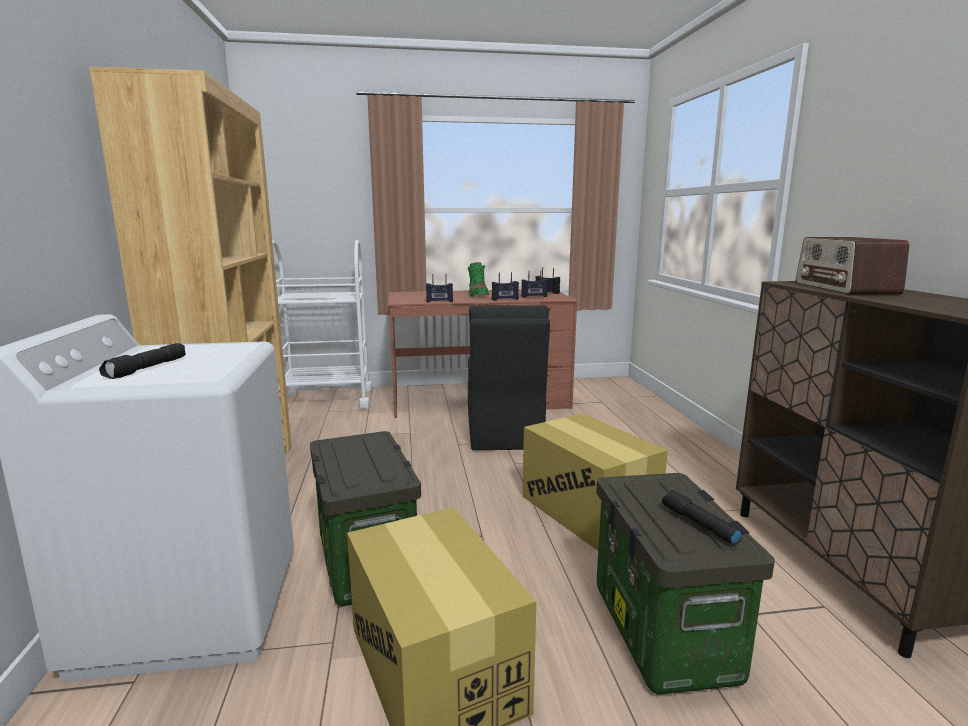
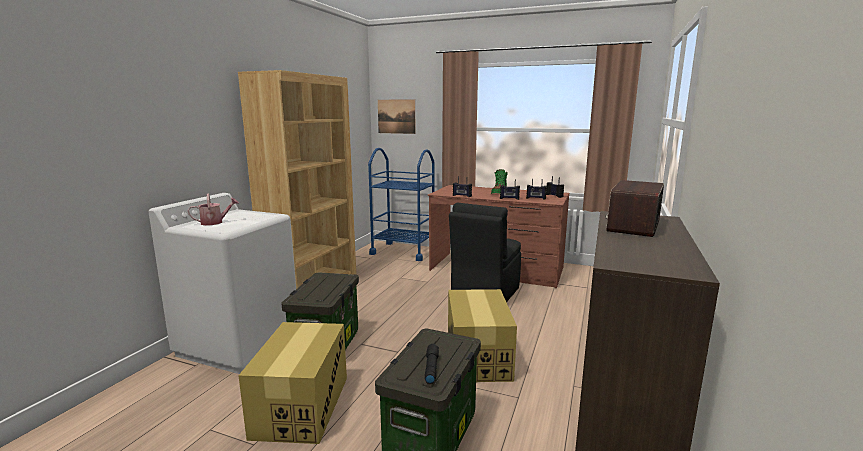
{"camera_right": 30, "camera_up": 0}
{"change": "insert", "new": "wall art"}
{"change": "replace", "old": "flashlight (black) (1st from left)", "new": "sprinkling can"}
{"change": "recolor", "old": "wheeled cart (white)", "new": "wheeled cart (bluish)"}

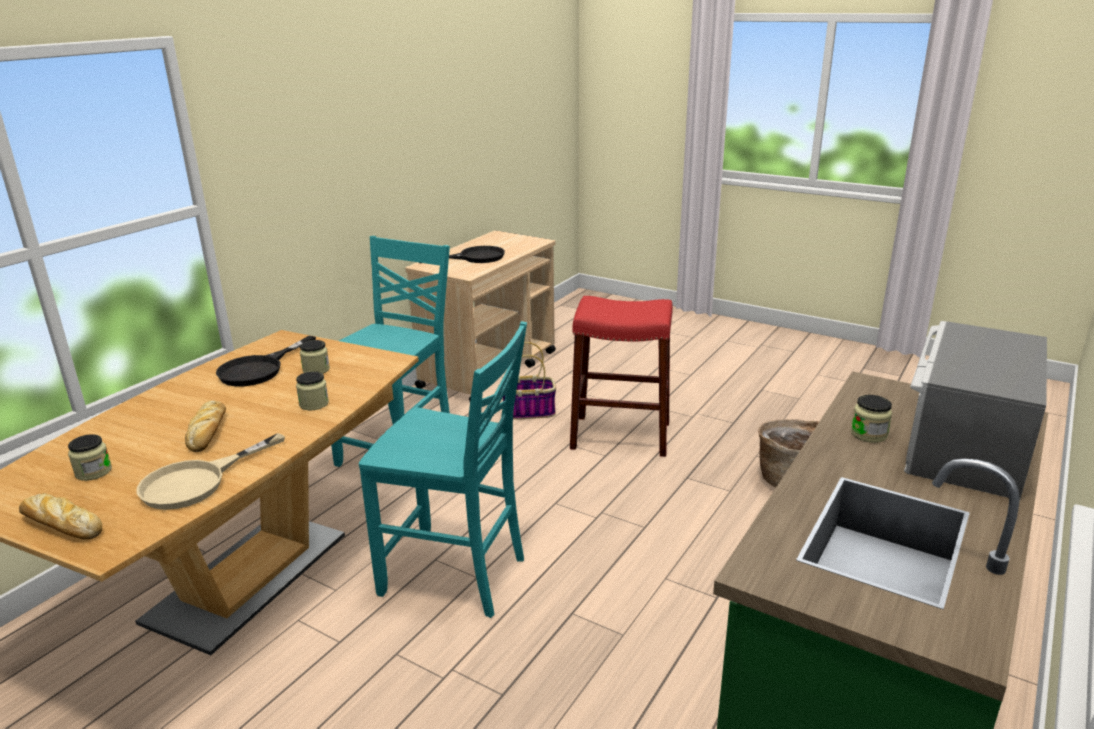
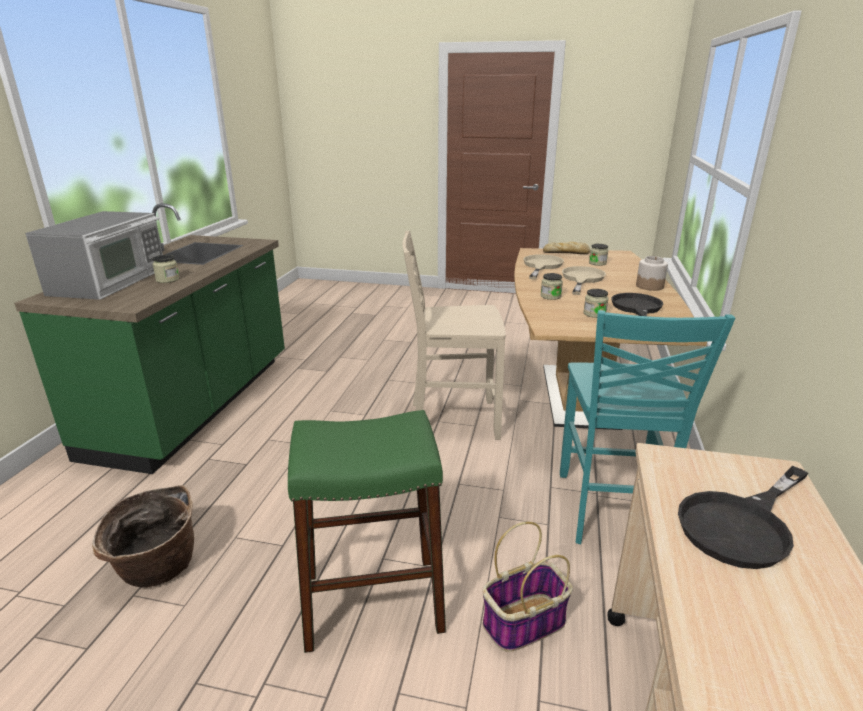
{"camera_right": 160, "camera_up": 0}
{"change": "insert", "new": "jar (5th from left)"}
{"change": "replace", "old": "bread (2nd from left)", "new": "skillet (sand-coloured) (2nd from left)"}
{"change": "recolor", "old": "chair (turquoise-coloured) (2nd from left)", "new": "chair (sand-coloured)"}
{"change": "recolor", "old": "stool seat (red-coloured)", "new": "stool seat (green-coloured)"}

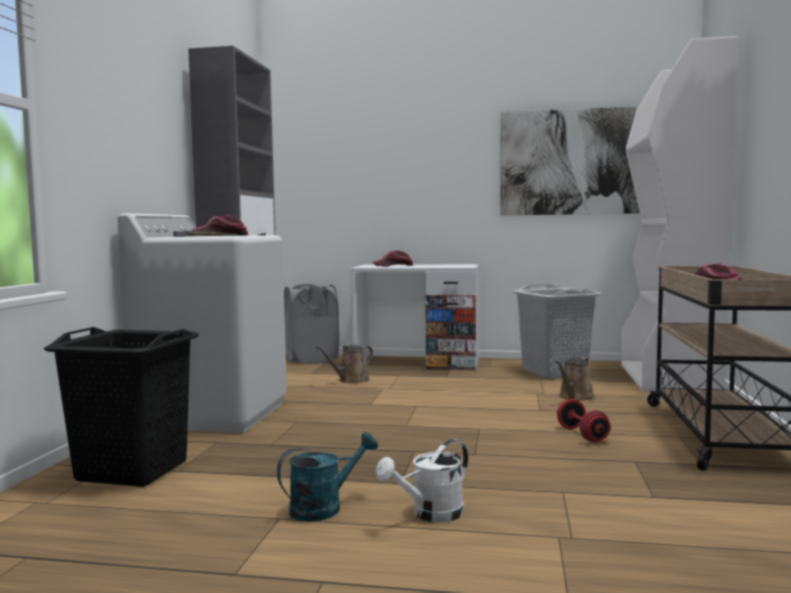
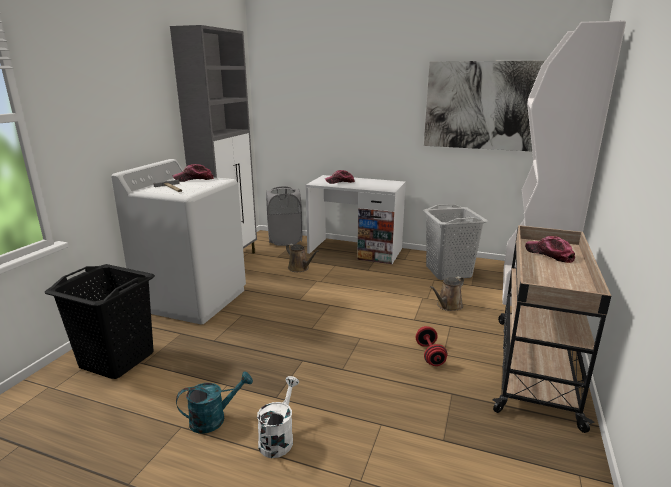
{"camera_right": 10, "camera_up": 15}
{"change": "rotate", "old": "sprinkling can (brown-coloured) (1st from left)", "degrees": -105}
{"change": "rotate", "old": "sprinkling can (white)", "degrees": 135}

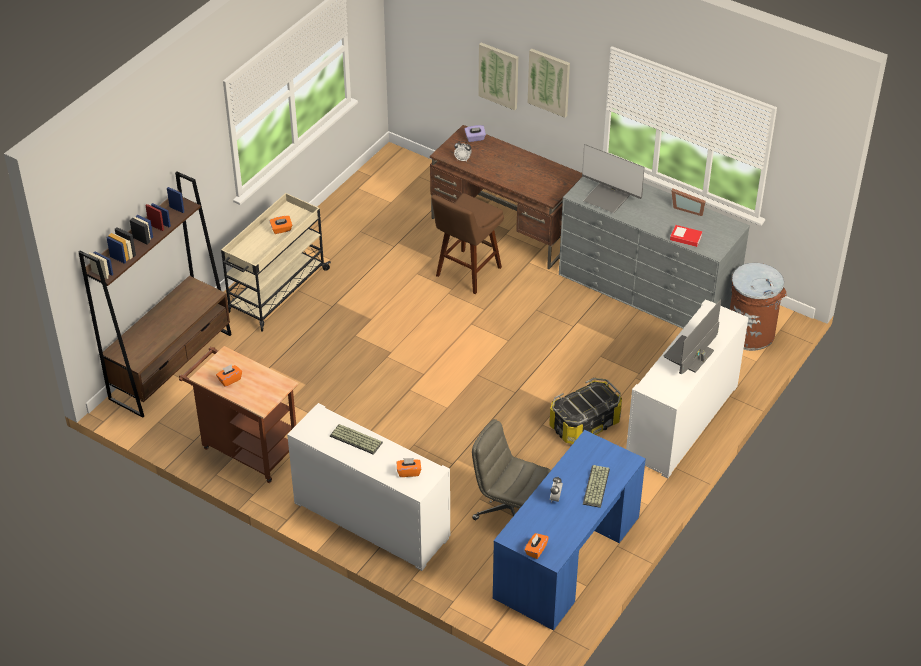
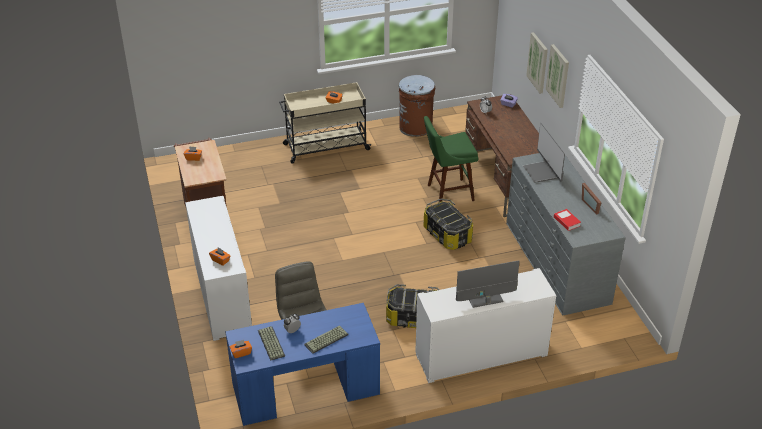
{"camera_right": 40, "camera_up": -5}
{"change": "delete", "old": "bookcase (brown-coloured)"}
{"change": "insert", "new": "storage bin (2nd from left)"}
{"change": "move", "old": "keyboard (1st from left)"}
{"change": "move", "old": "trash can (brown-coloured)"}
{"change": "recolor", "old": "stool seat (brown-coloured)", "new": "stool seat (green-coloured)"}

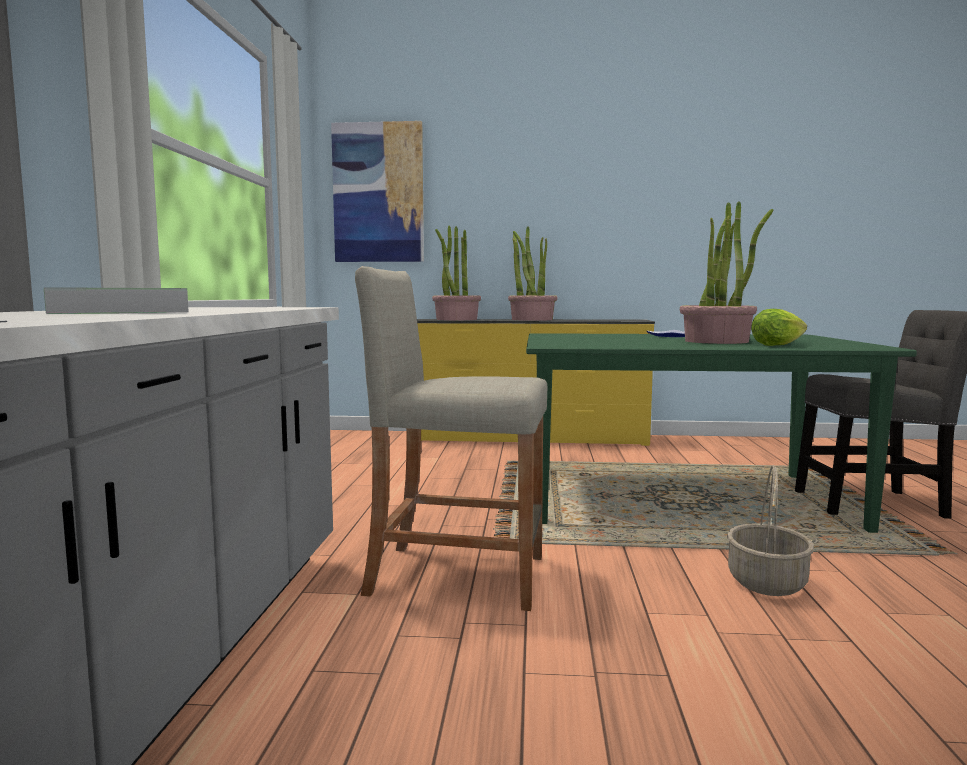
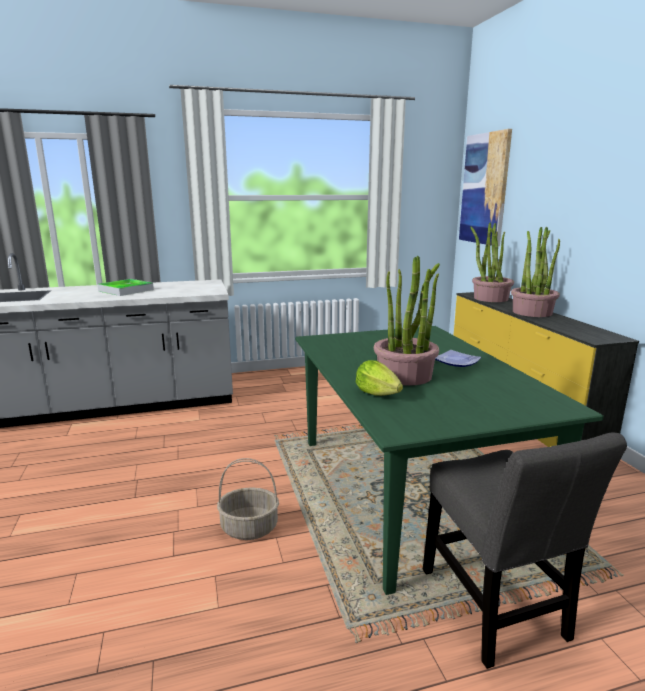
{"camera_right": 70, "camera_up": 10}
{"change": "delete", "old": "stool seat (sand-coloured)"}

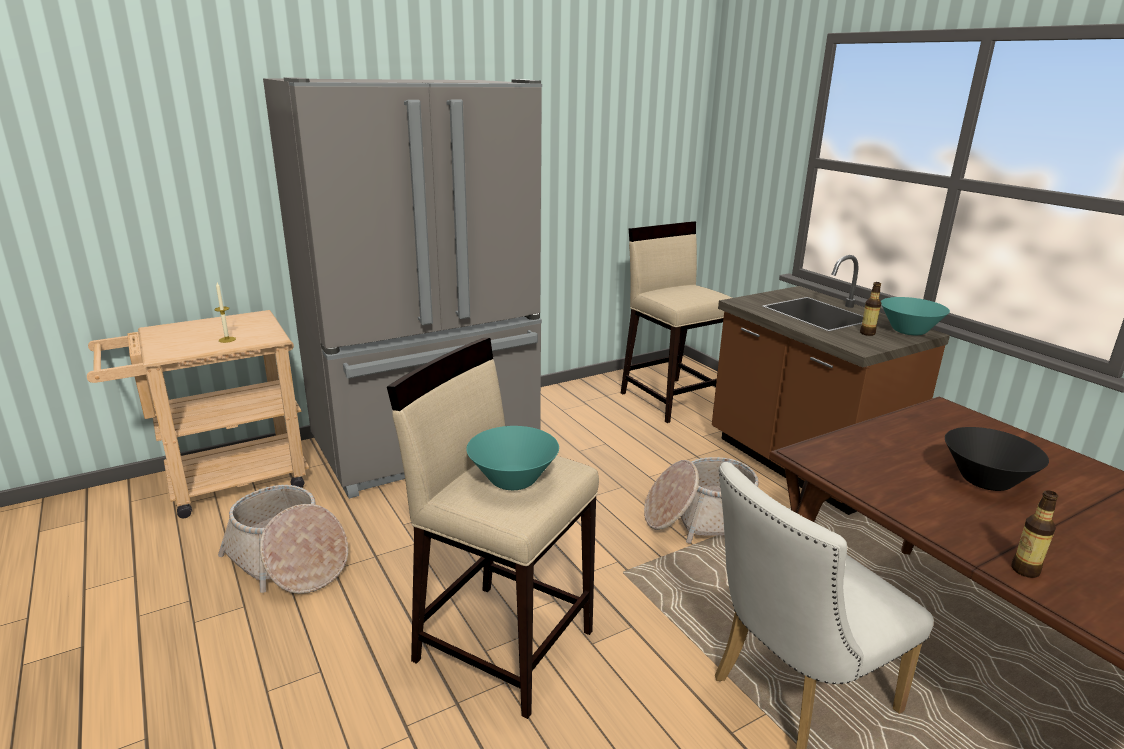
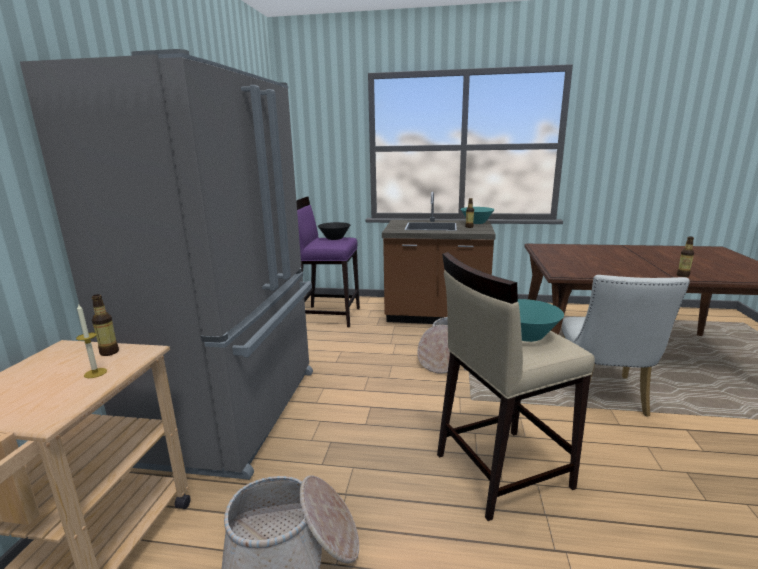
{"camera_right": -50, "camera_up": -5}
{"change": "insert", "new": "bottle (1st from left)"}
{"change": "move", "old": "bowl (black)"}
{"change": "recolor", "old": "stool seat (sand-coloured) (2nd from left)", "new": "stool seat (purplish)"}

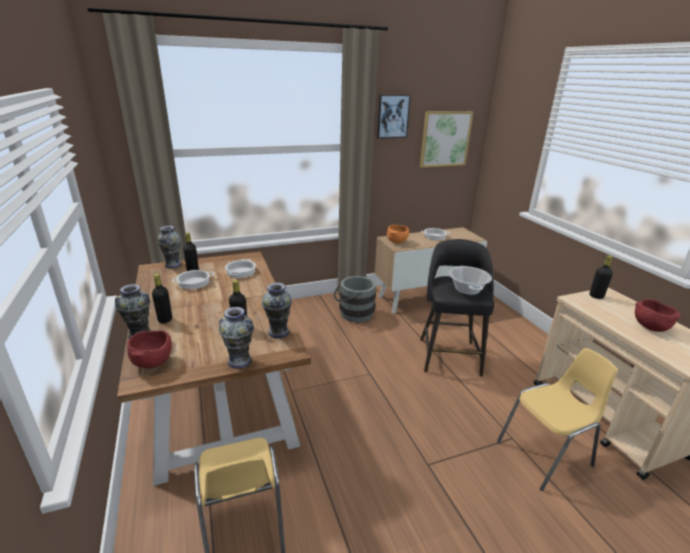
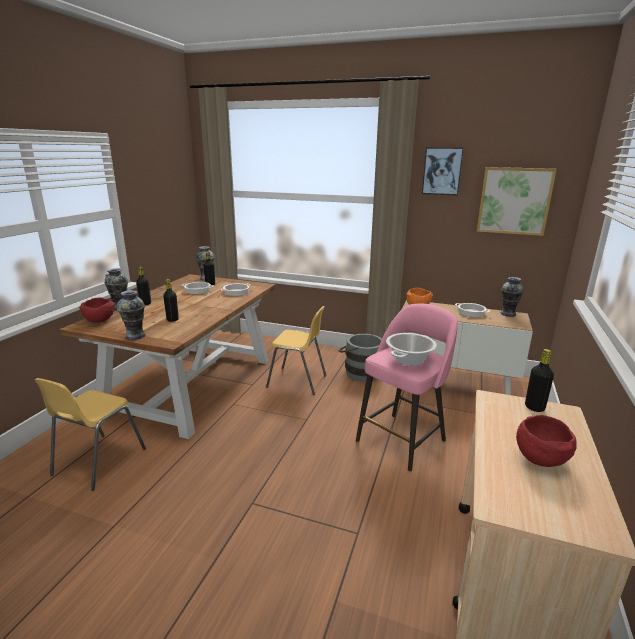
{"camera_right": 40, "camera_up": -5}
{"change": "move", "old": "decorative vase (4th from left)"}
{"change": "move", "old": "chair (yellowish) (2nd from left)"}
{"change": "recolor", "old": "stool seat (black)", "new": "stool seat (pink)"}

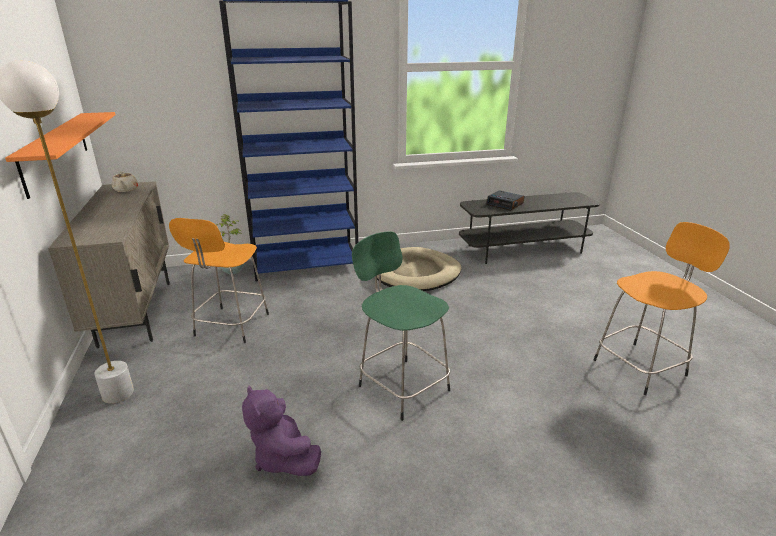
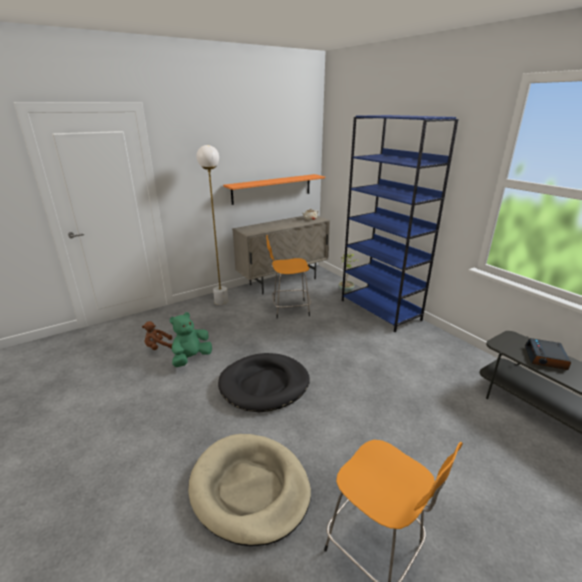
{"camera_right": 70, "camera_up": 0}
{"change": "insert", "new": "plush toy (brown-coloured)"}
{"change": "move", "old": "pet bed (sand-coloured)"}
{"change": "replace", "old": "stool seat (green-coloured)", "new": "pet bed (black)"}
{"change": "recolor", "old": "plush toy (purplish)", "new": "plush toy (green-coloured)"}

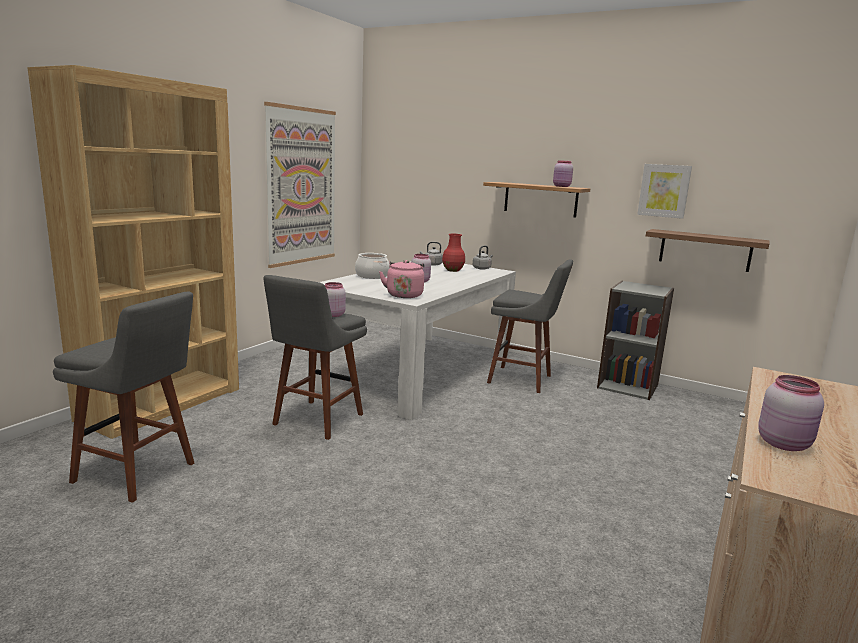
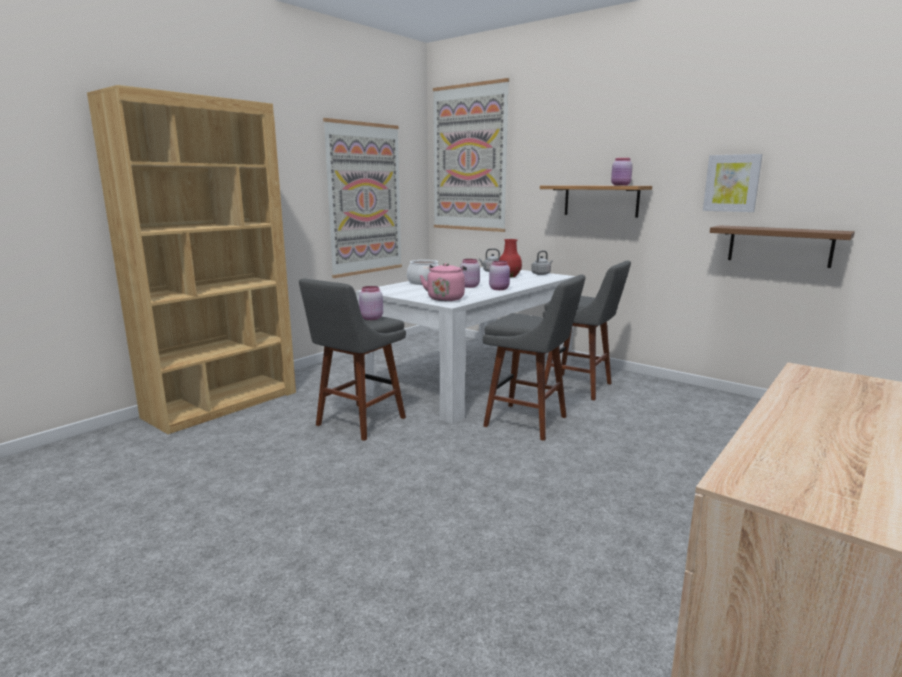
{"camera_right": 10, "camera_up": 0}
{"change": "delete", "old": "bookcase (grey)"}
{"change": "insert", "new": "wall art (2nd from left)"}
{"change": "move", "old": "stool seat (grey) (1st from left in the first image)", "new": "stool seat (grey) (2nd from left)"}
{"change": "move", "old": "jar (pink) (4th from left in the first image)", "new": "jar (pink) (3rd from left)"}

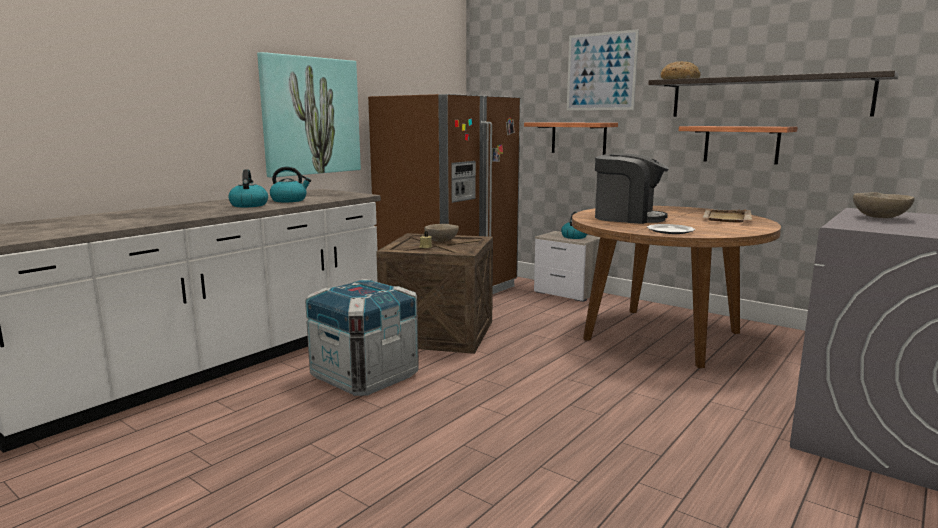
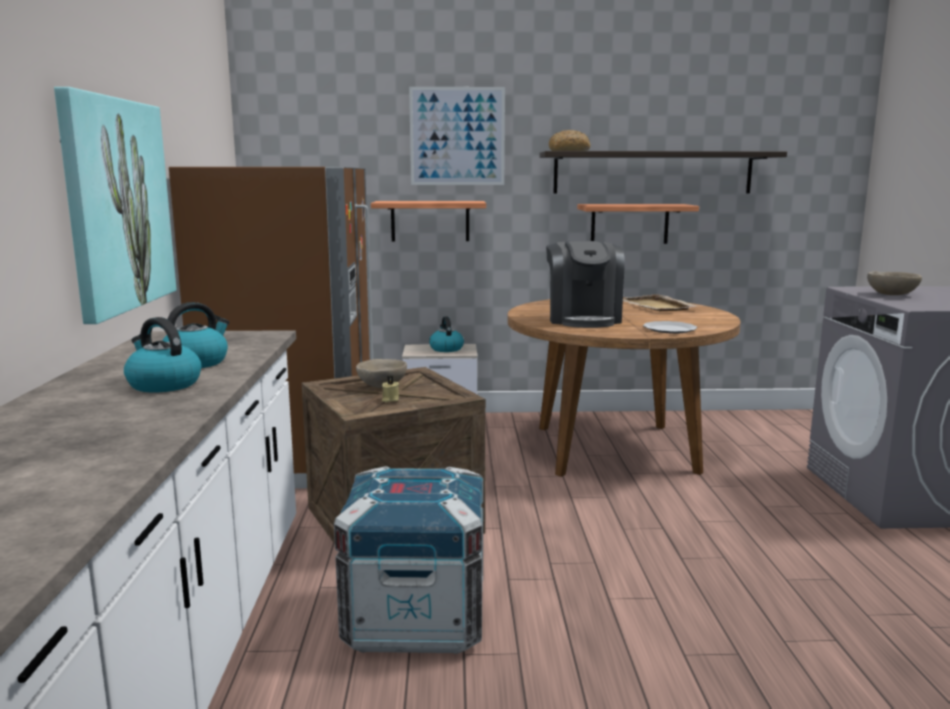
{"camera_right": -40, "camera_up": 0}
{"change": "rotate", "old": "coffee machine", "degrees": 105}

